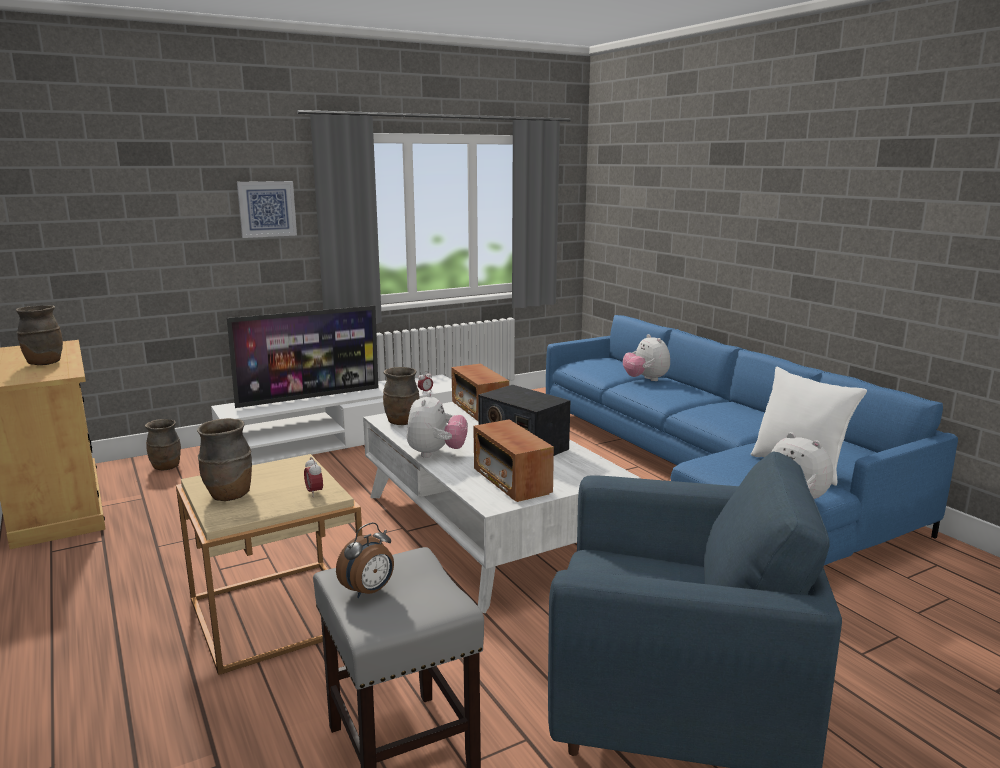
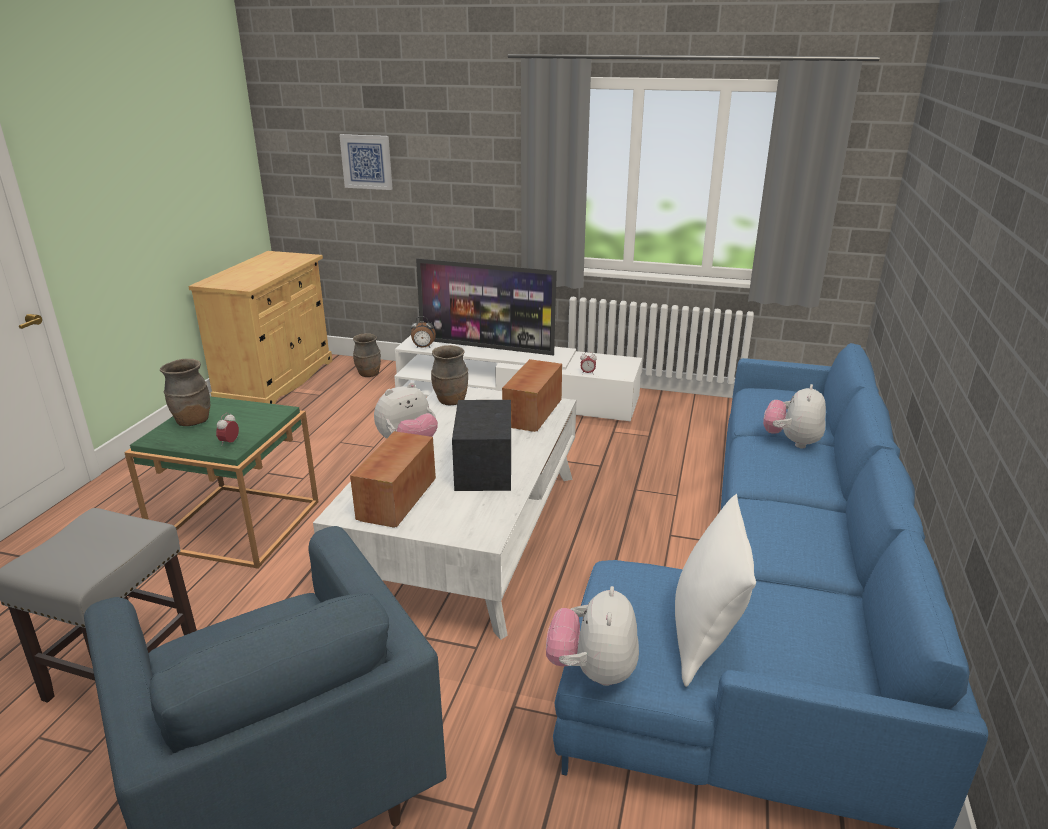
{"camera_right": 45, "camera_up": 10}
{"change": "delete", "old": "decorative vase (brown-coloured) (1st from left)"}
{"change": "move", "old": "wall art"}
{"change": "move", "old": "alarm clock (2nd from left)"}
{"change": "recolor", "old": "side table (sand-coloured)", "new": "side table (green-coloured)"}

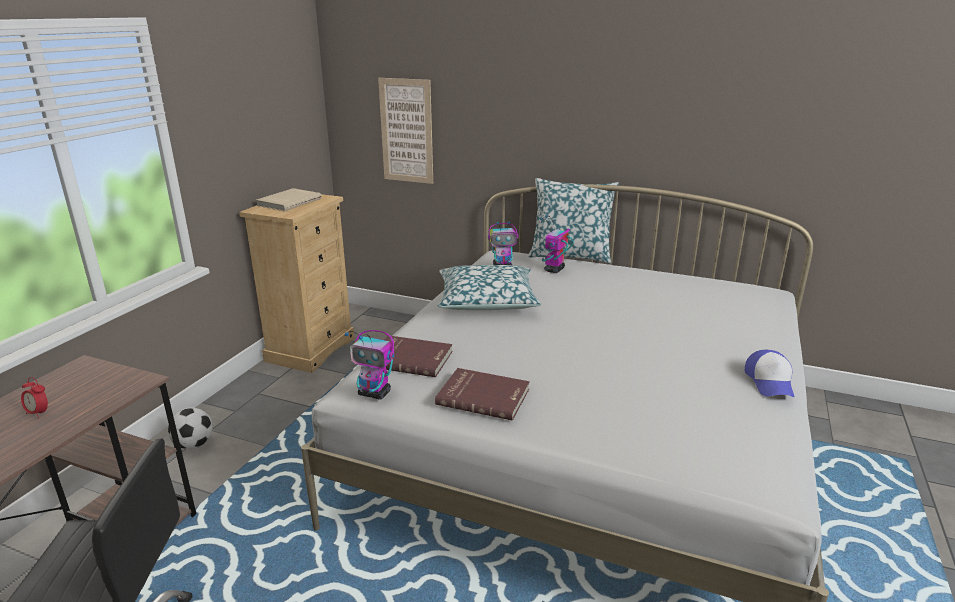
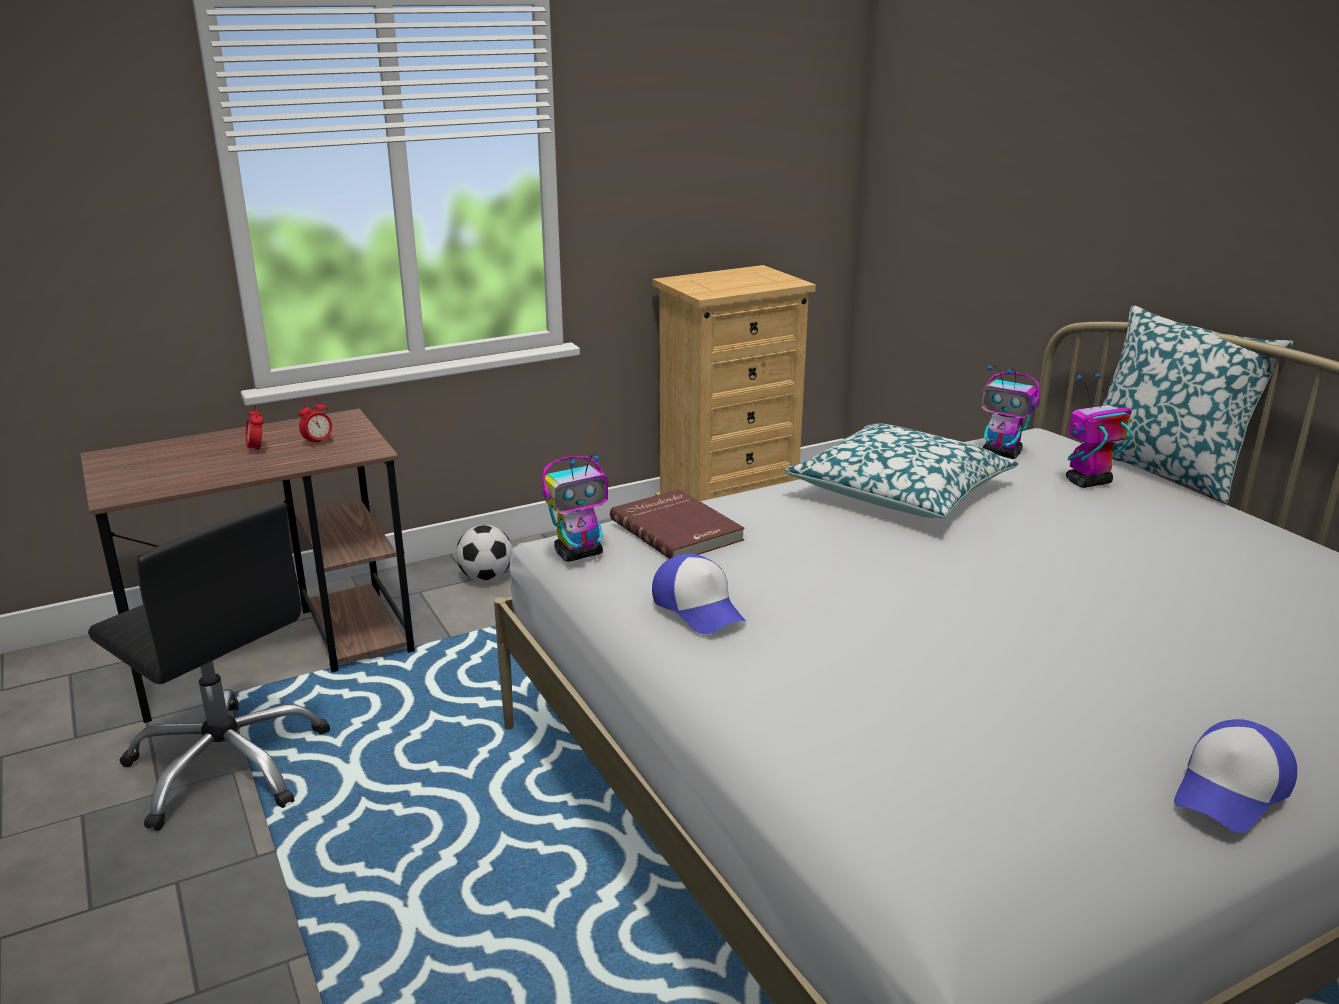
{"camera_right": 40, "camera_up": 0}
{"change": "delete", "old": "book (sand-coloured)"}
{"change": "delete", "old": "wall art"}
{"change": "insert", "new": "alarm clock (2nd from left)"}
{"change": "replace", "old": "book (red-coloured) (2nd from left)", "new": "cap (1st from left)"}
{"change": "rotate", "old": "toy robot (1st from left)", "degrees": -90}

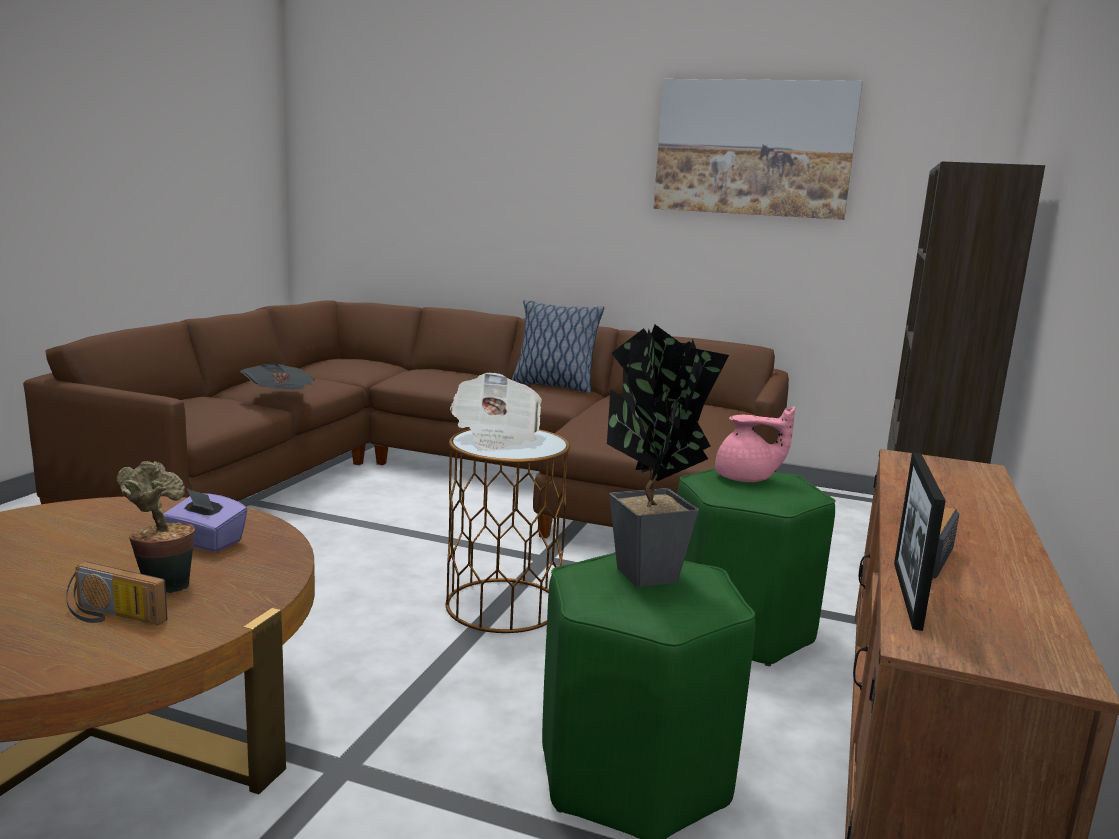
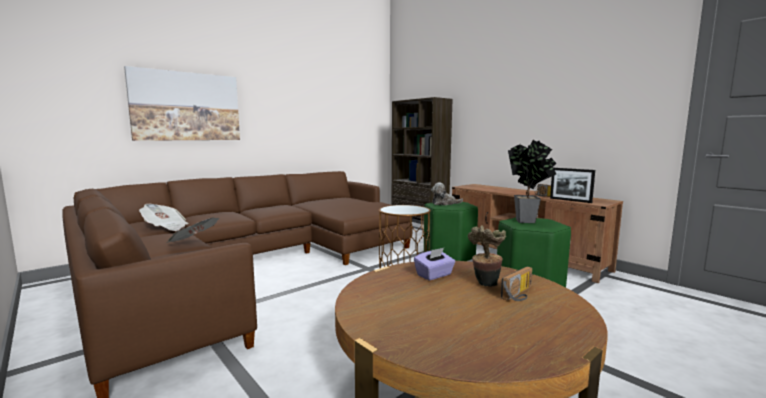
{"camera_right": -60, "camera_up": -5}
{"change": "delete", "old": "pillow"}
{"change": "move", "old": "daily paper (2nd from left in the first image)", "new": "daily paper (1st from left)"}
{"change": "move", "old": "wall art"}
{"change": "replace", "old": "pot for tea (pink)", "new": "plush toy"}

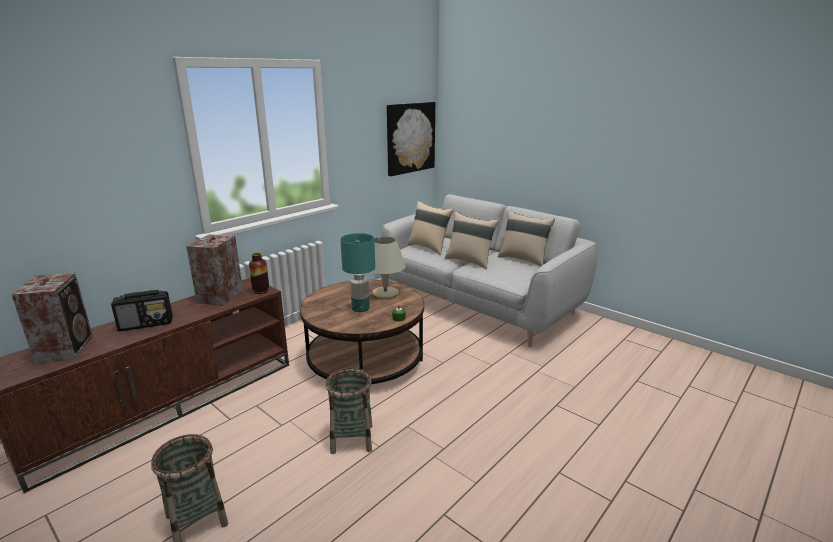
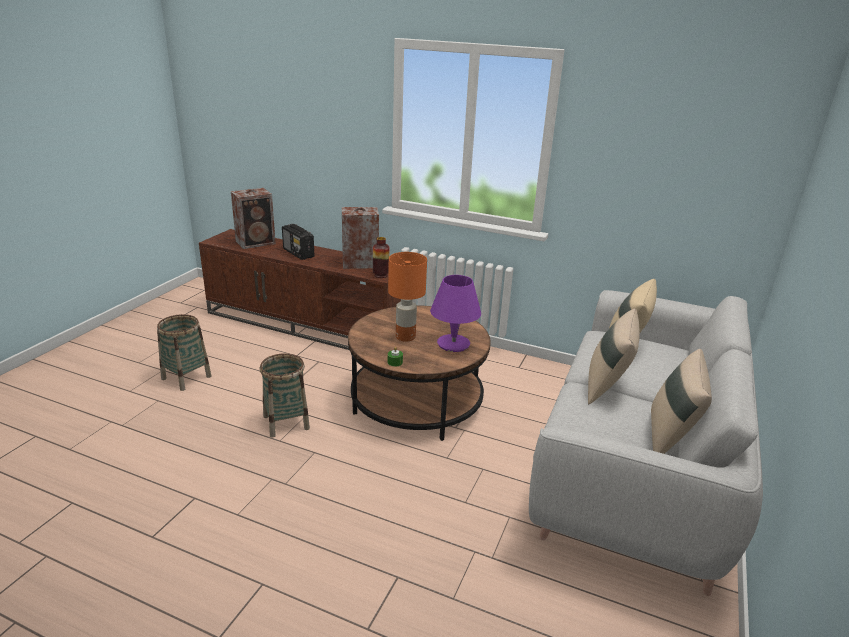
{"camera_right": 70, "camera_up": 5}
{"change": "delete", "old": "wall art"}
{"change": "recolor", "old": "tabletop lamp (turquoise-coloured)", "new": "tabletop lamp (orange-coloured)"}
{"change": "recolor", "old": "tabletop lamp (sand-coloured)", "new": "tabletop lamp (purplish)"}

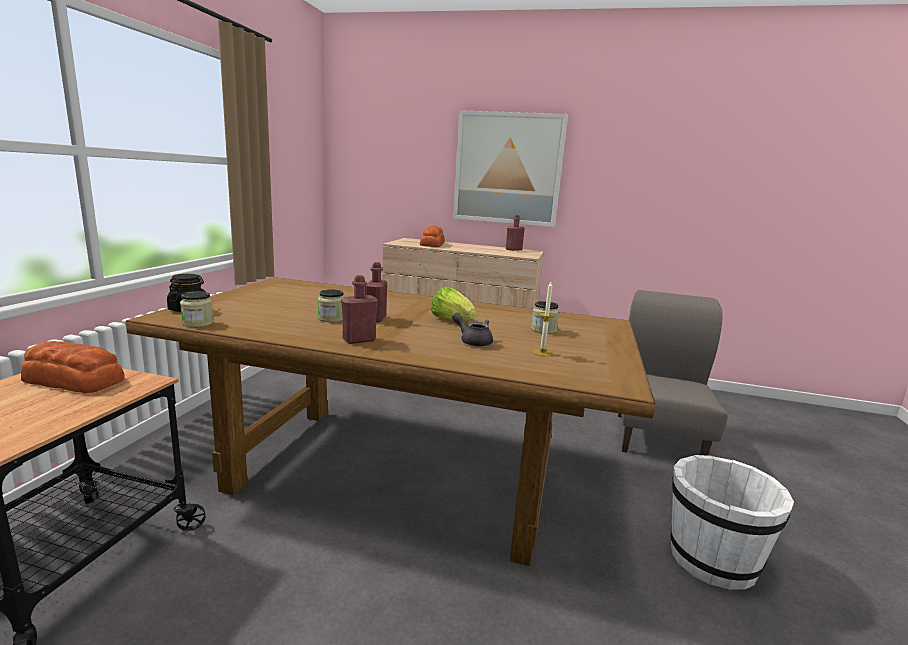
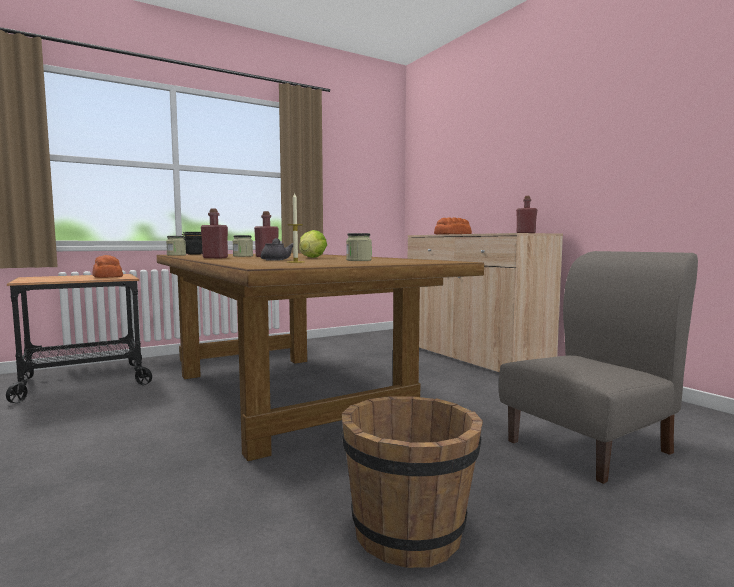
{"camera_right": 45, "camera_up": -10}
{"change": "delete", "old": "wall art"}
{"change": "recolor", "old": "bucket (white)", "new": "bucket (brown-coloured)"}

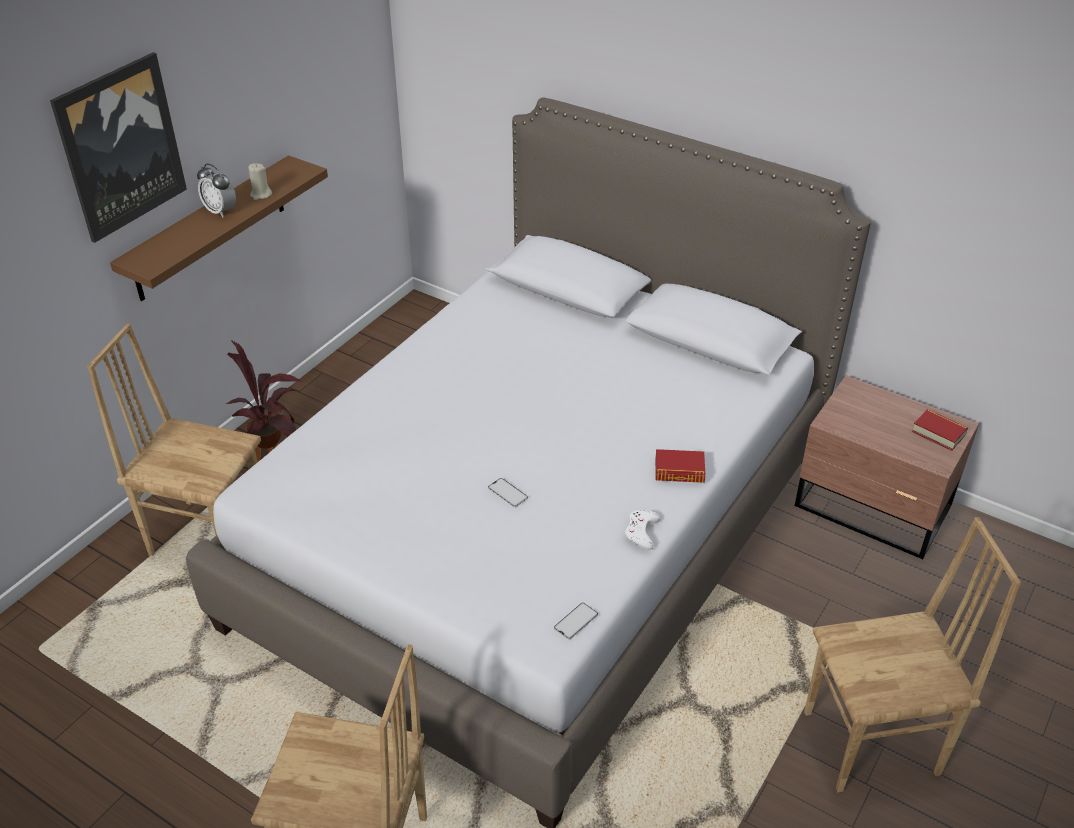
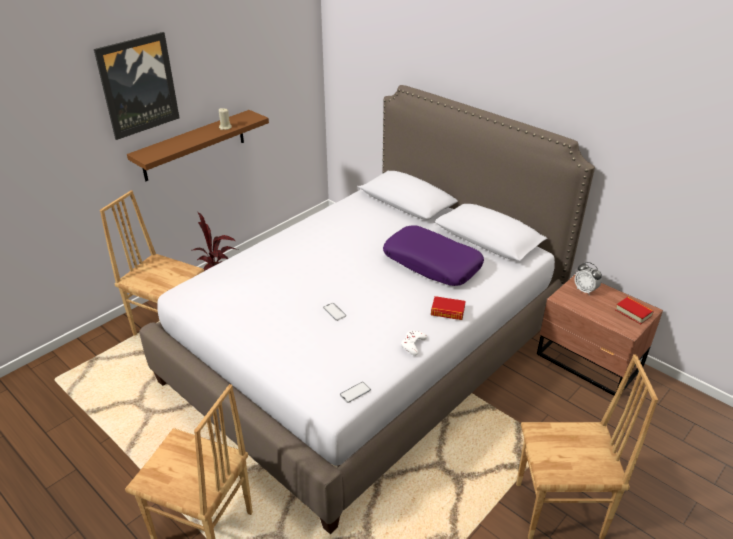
{"camera_right": 10, "camera_up": -5}
{"change": "insert", "new": "pillow (purplish)"}
{"change": "move", "old": "alarm clock"}

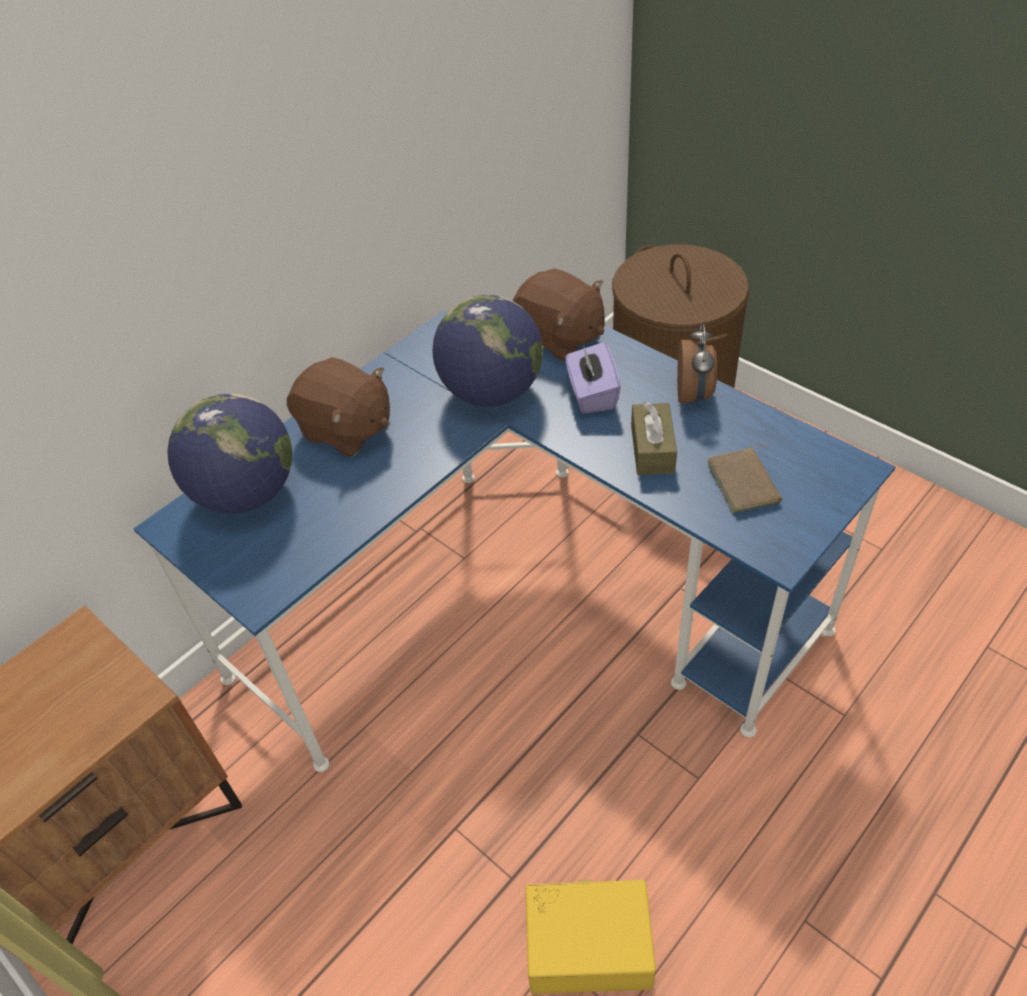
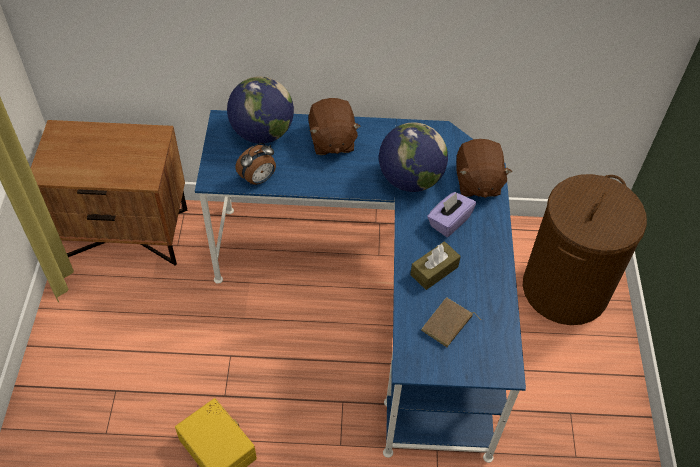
{"camera_right": 45, "camera_up": 5}
{"change": "move", "old": "alarm clock"}

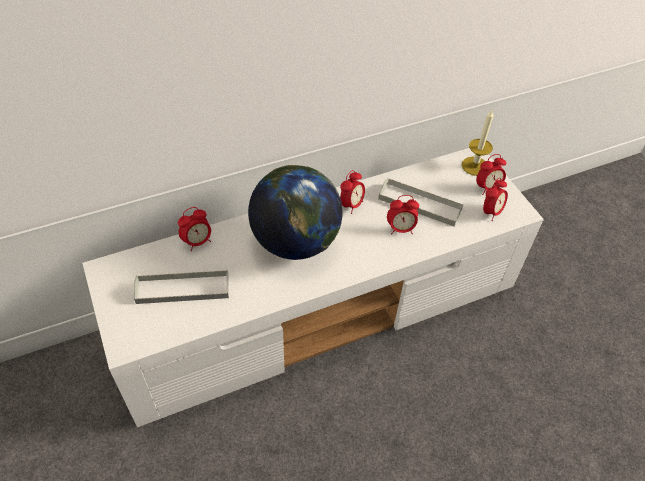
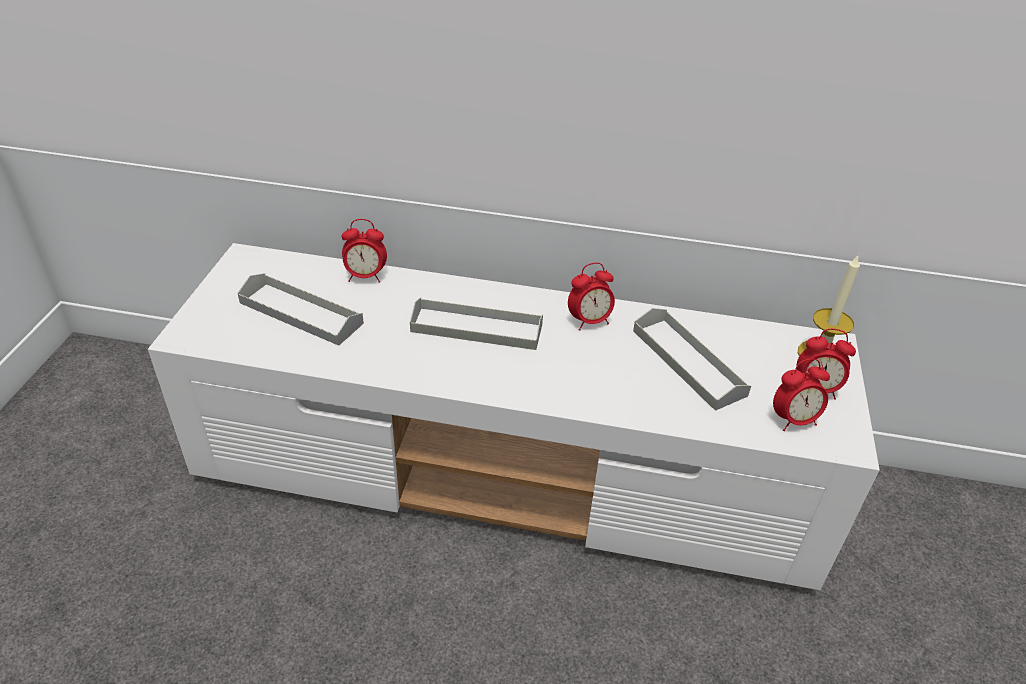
{"camera_right": 35, "camera_up": -10}
{"change": "delete", "old": "alarm clock (3rd from left)"}
{"change": "replace", "old": "desk globe", "new": "serving tray (grey) (2nd from left)"}

